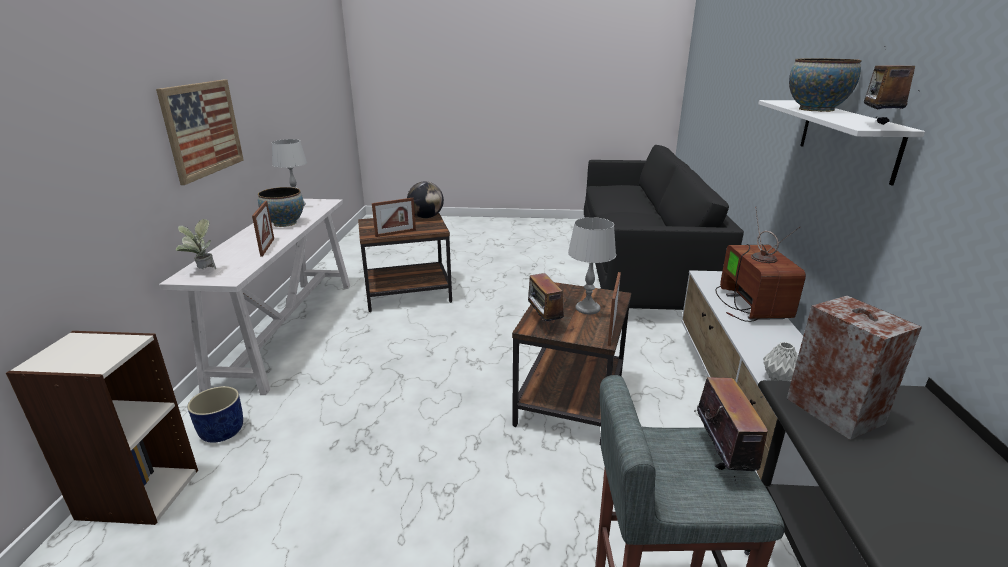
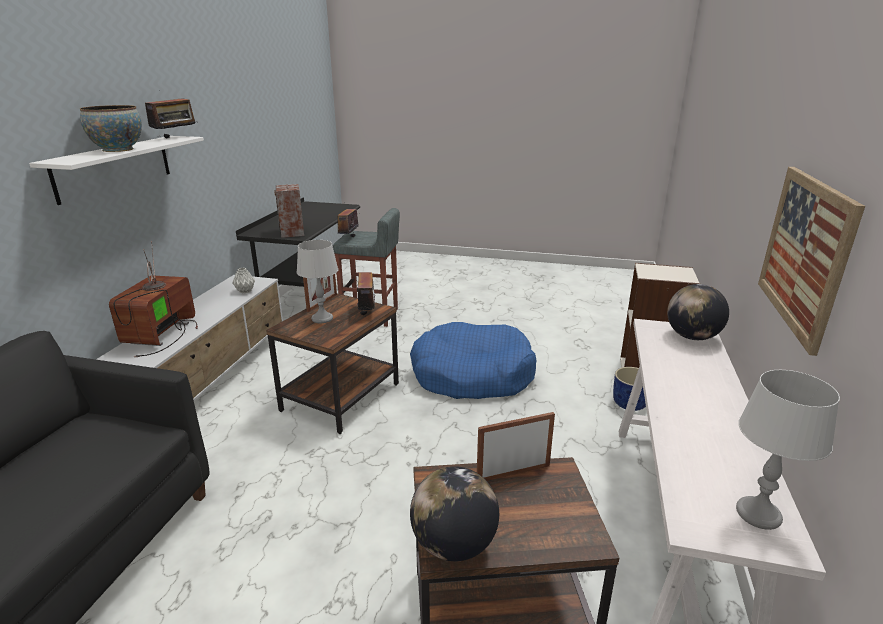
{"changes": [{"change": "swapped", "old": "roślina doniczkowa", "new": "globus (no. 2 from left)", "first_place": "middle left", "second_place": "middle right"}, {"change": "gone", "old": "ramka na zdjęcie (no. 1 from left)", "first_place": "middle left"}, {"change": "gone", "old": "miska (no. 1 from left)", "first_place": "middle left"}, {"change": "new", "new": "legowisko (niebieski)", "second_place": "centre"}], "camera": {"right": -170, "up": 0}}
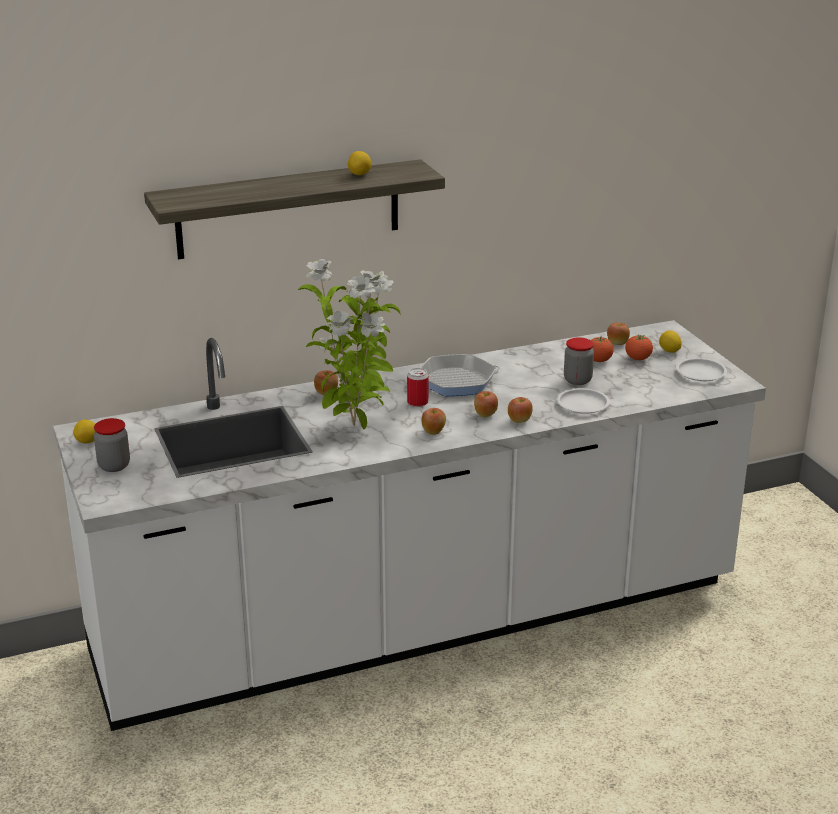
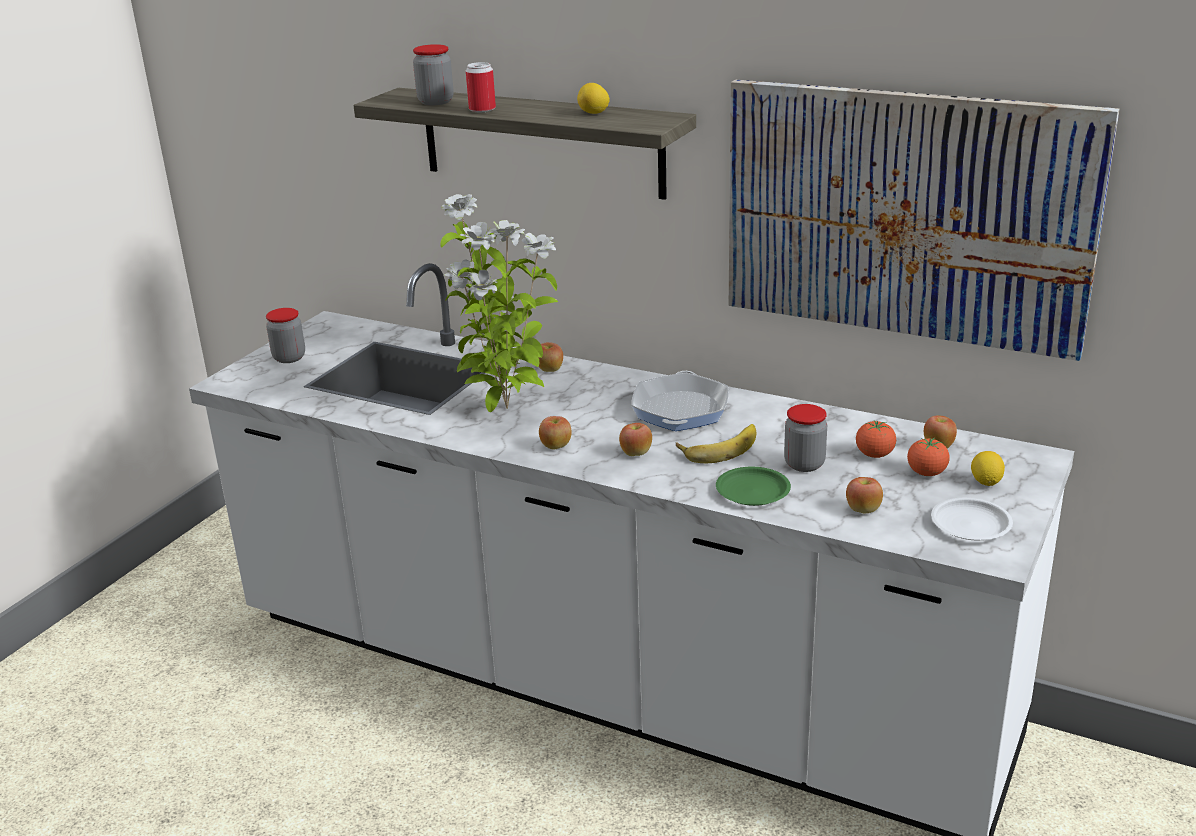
{"changes": [{"change": "gone", "old": "cytryna (no. 1 from left)", "first_place": "middle left"}, {"change": "shifted", "old": "puszka", "first_place": "centre", "second_place": "top centre"}, {"change": "rotated", "old": "patelnia", "first_place": "centre", "second_place": "centre", "degrees": 60}, {"change": "shifted", "old": "jabłko (no. 4 from left)", "first_place": "centre", "second_place": "middle right"}, {"change": "repainted", "old": "talerz (biały) (no. 1 from left)", "new": "talerz (zielony)", "first_place": "middle right", "second_place": "centre"}, {"change": "new", "new": "słoik (no. 2 from left)", "second_place": "top centre"}, {"change": "new", "new": "banan", "second_place": "centre"}, {"change": "new", "new": "obraz", "second_place": "top right"}], "camera": {"right": 50, "up": 0}}
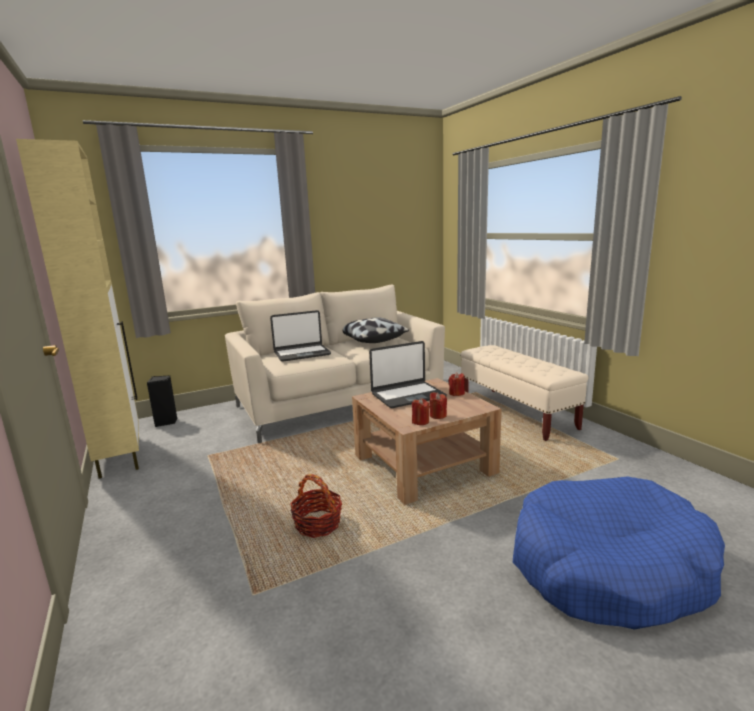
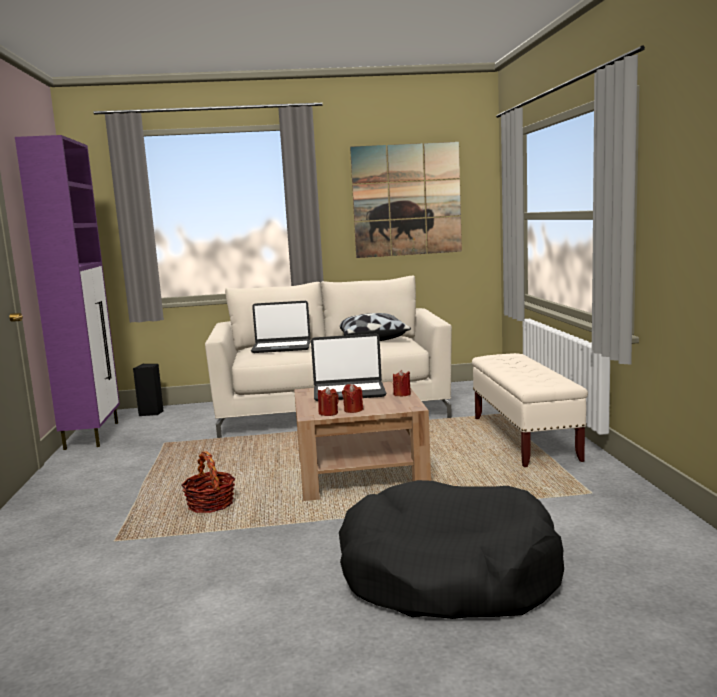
{"changes": [{"change": "repainted", "old": "szafka (beżowy)", "new": "szafka (fioletowy)", "first_place": "middle left", "second_place": "middle left"}, {"change": "repainted", "old": "legowisko (niebieski)", "new": "legowisko (czarny)", "first_place": "bottom right", "second_place": "bottom centre"}, {"change": "new", "new": "obraz", "second_place": "top centre"}], "camera": {"right": 20, "up": -5}}
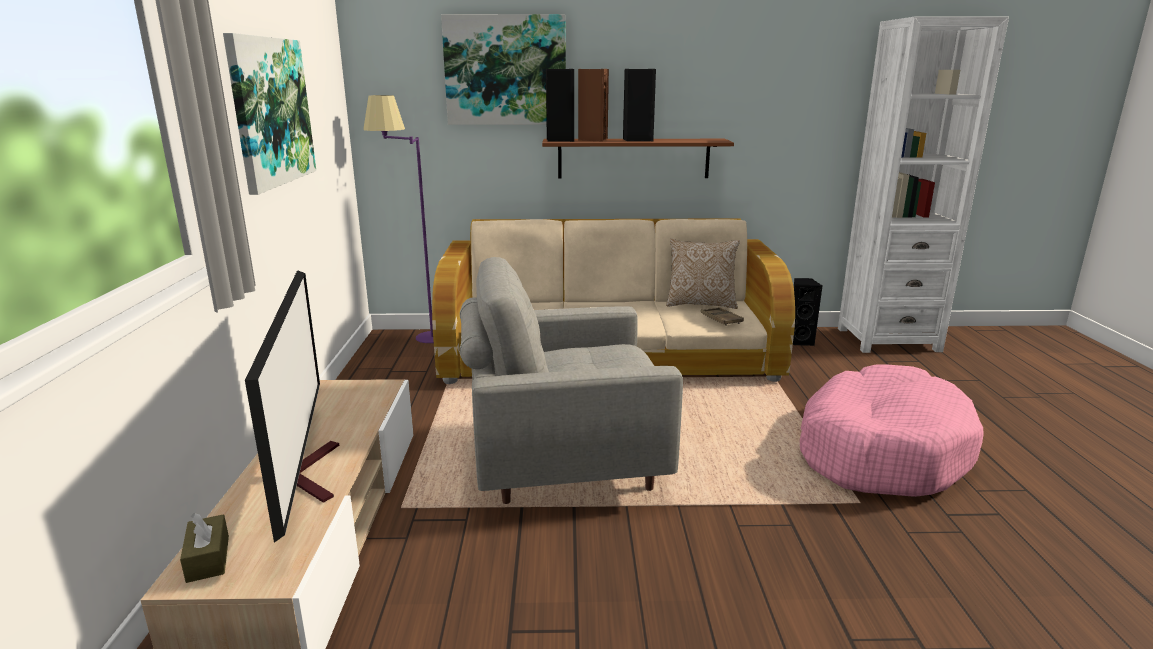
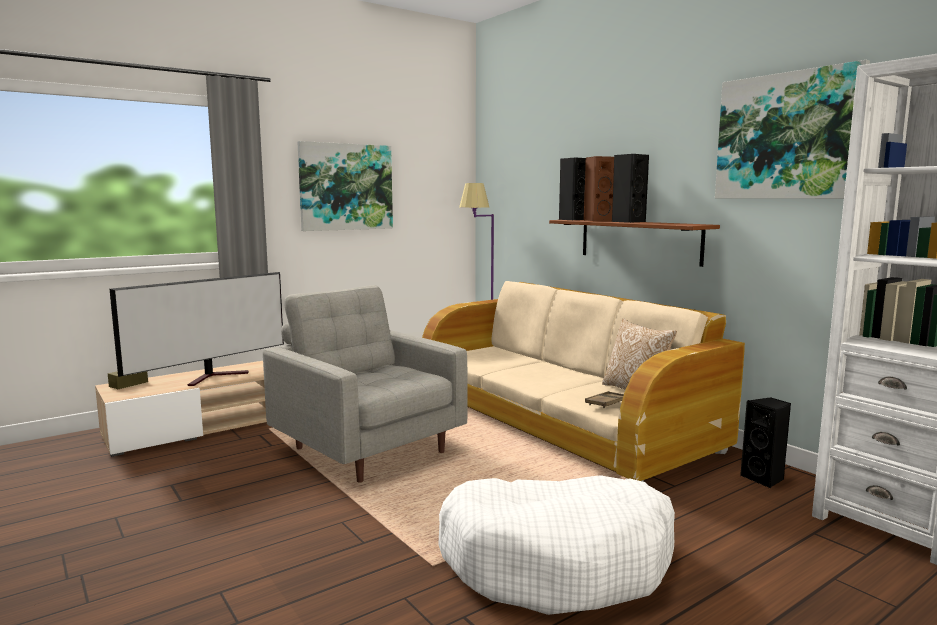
{"changes": [{"change": "shifted", "old": "obraz (no. 2 from left)", "first_place": "top centre", "second_place": "top right"}, {"change": "repainted", "old": "legowisko (różowy)", "new": "legowisko (biały)", "first_place": "middle right", "second_place": "bottom centre"}], "camera": {"right": 55, "up": -10}}
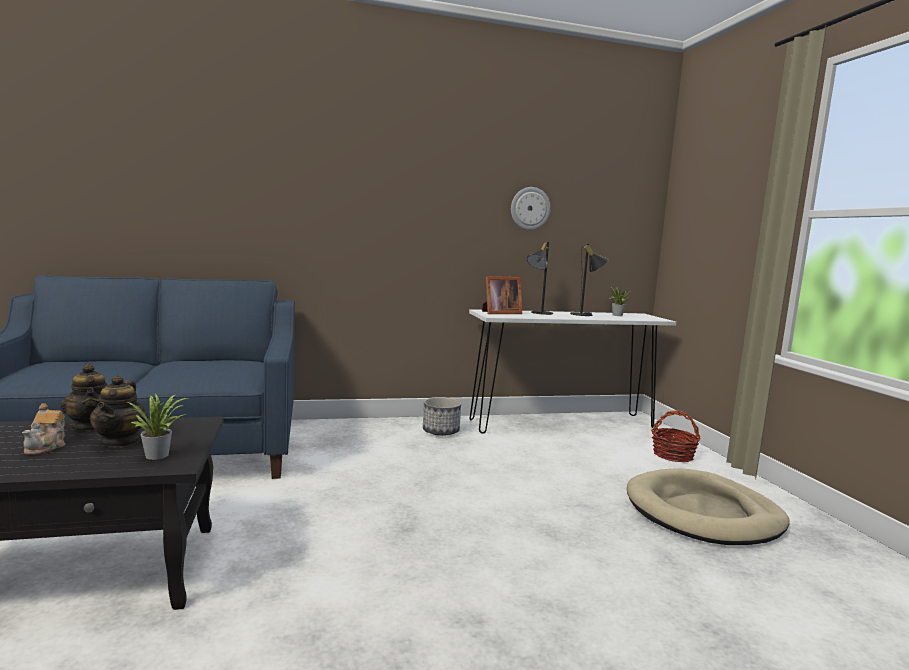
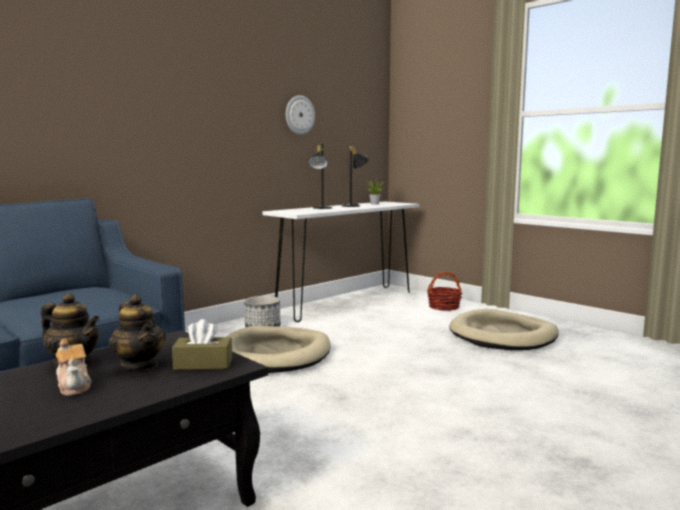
{"changes": [{"change": "swapped", "old": "roślina doniczkowa (no. 1 from left)", "new": "pudełko chusteczek (brązowy)", "first_place": "middle left", "second_place": "bottom left"}, {"change": "gone", "old": "ramka na zdjęcie", "first_place": "centre"}, {"change": "new", "new": "legowisko (beżowy) (no. 1 from left)", "second_place": "bottom centre"}], "camera": {"right": -30, "up": 0}}
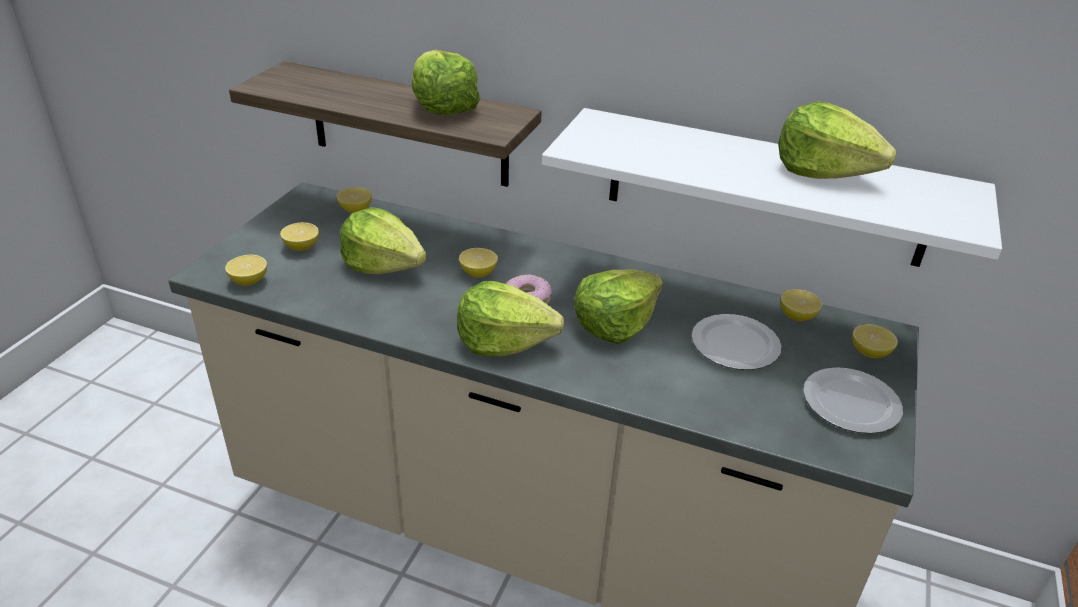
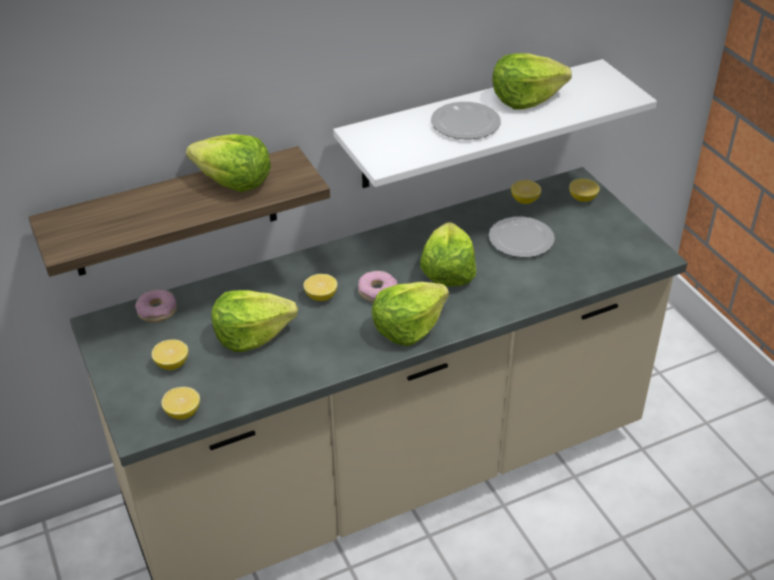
{"changes": [{"change": "swapped", "old": "cytryna (no. 3 from left)", "new": "donut (no. 1 from left)", "first_place": "top left", "second_place": "middle left"}, {"change": "shifted", "old": "talerz (no. 2 from left in the first image)", "new": "talerz (no. 1 from left)", "first_place": "middle right", "second_place": "top centre"}], "camera": {"right": -45, "up": 5}}
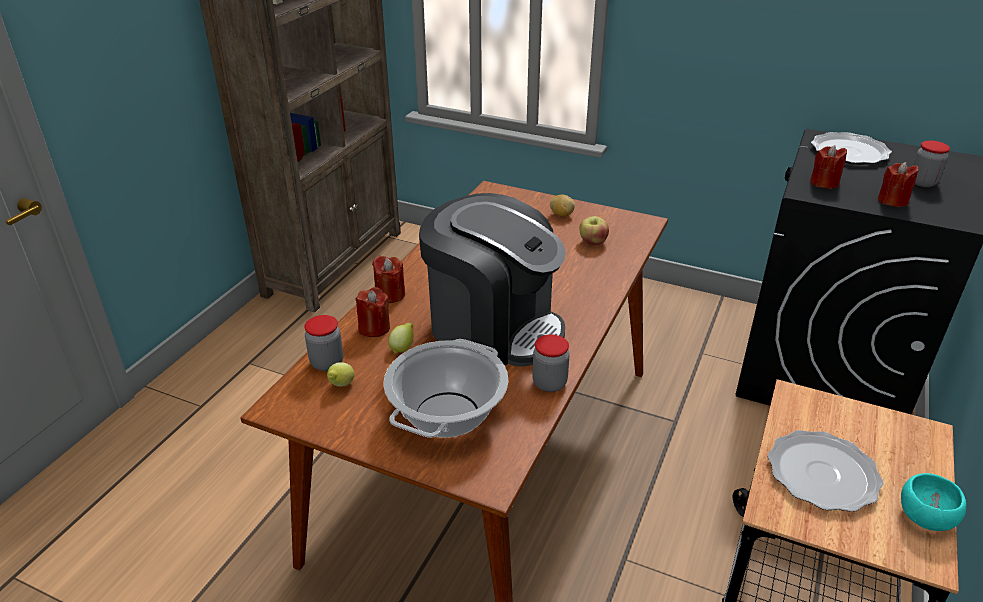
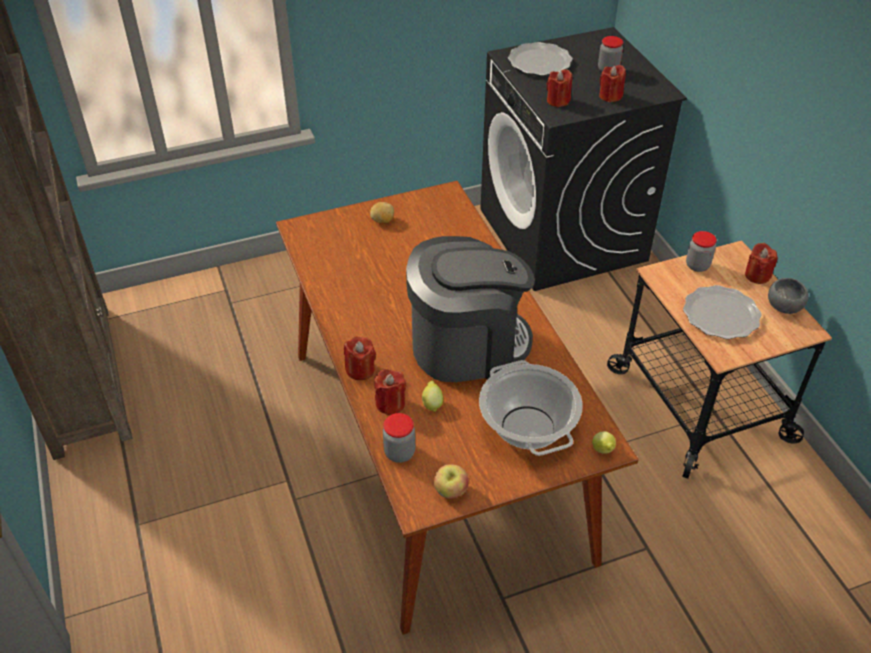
{"changes": [{"change": "shifted", "old": "cytryna (no. 1 from left in the first image)", "new": "cytryna (no. 2 from left)", "first_place": "centre", "second_place": "bottom right"}, {"change": "shifted", "old": "słoik (no. 2 from left in the first image)", "new": "słoik (no. 3 from left)", "first_place": "centre", "second_place": "middle right"}, {"change": "shifted", "old": "jabłko", "first_place": "centre", "second_place": "bottom centre"}, {"change": "repainted", "old": "miska (turkusowy)", "new": "miska (szary)", "first_place": "bottom right", "second_place": "middle right"}, {"change": "new", "new": "świeca (czerwony) (no. 5 from left)", "second_place": "middle right"}], "camera": {"right": -45, "up": 10}}
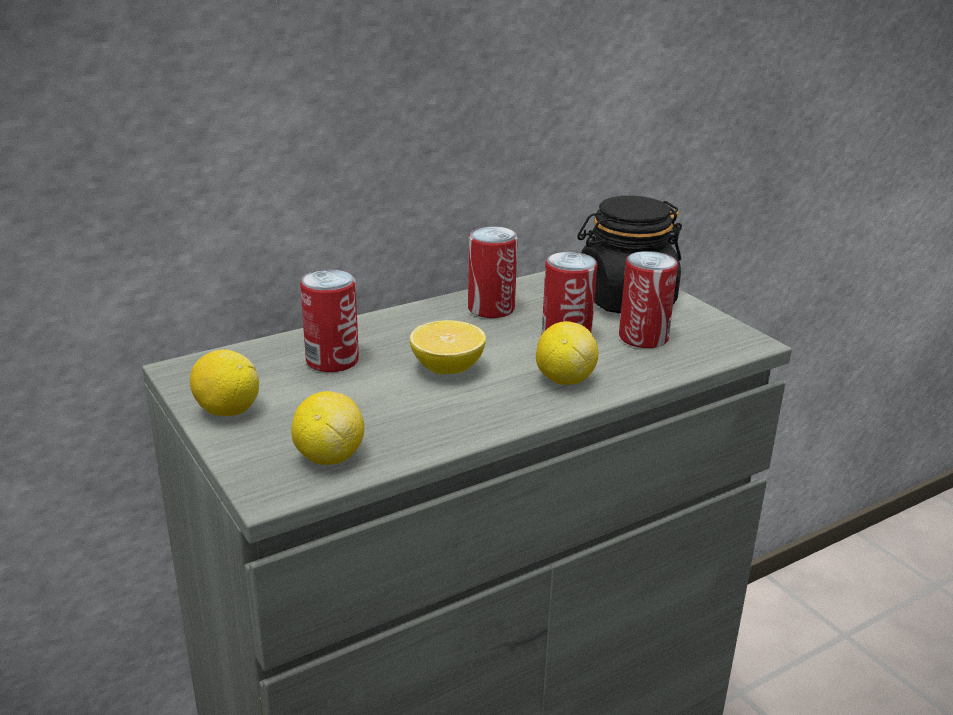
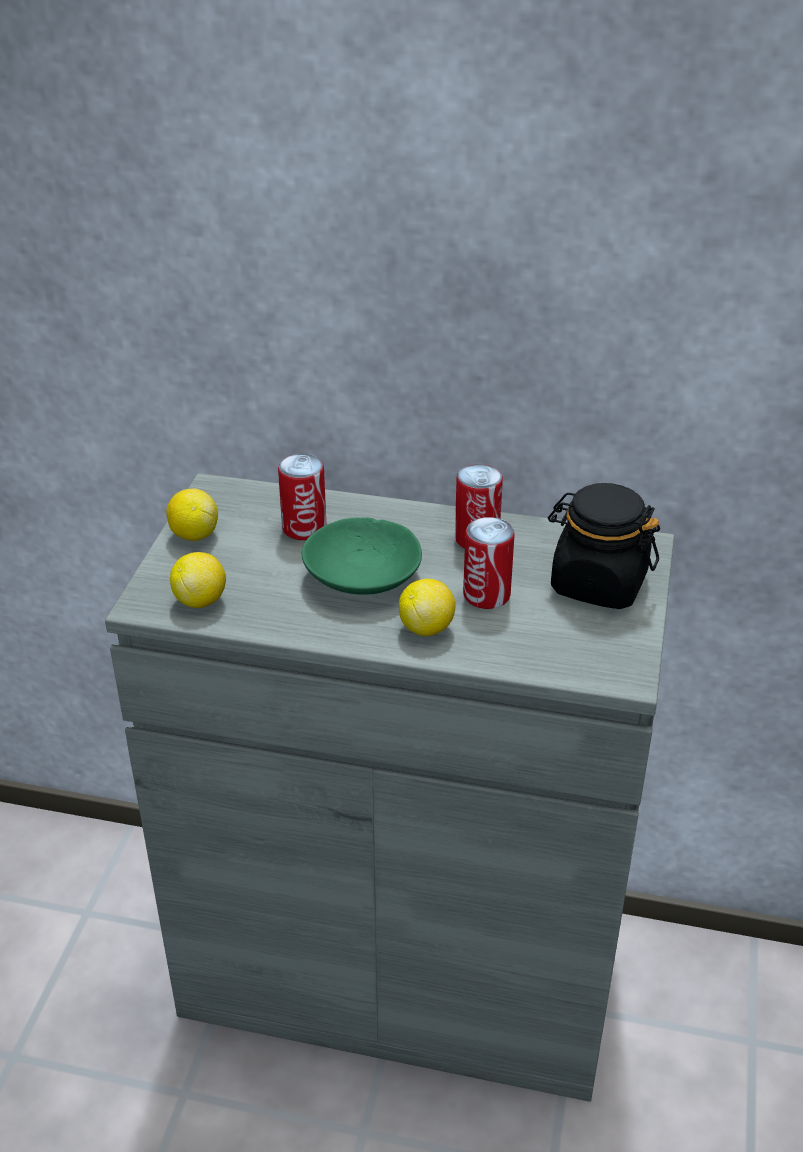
{"changes": [{"change": "swapped", "old": "cytryna (no. 3 from left)", "new": "miska (zielony)", "first_place": "centre", "second_place": "centre"}, {"change": "gone", "old": "puszka (no. 4 from left)", "first_place": "middle right"}], "camera": {"right": 45, "up": 10}}
